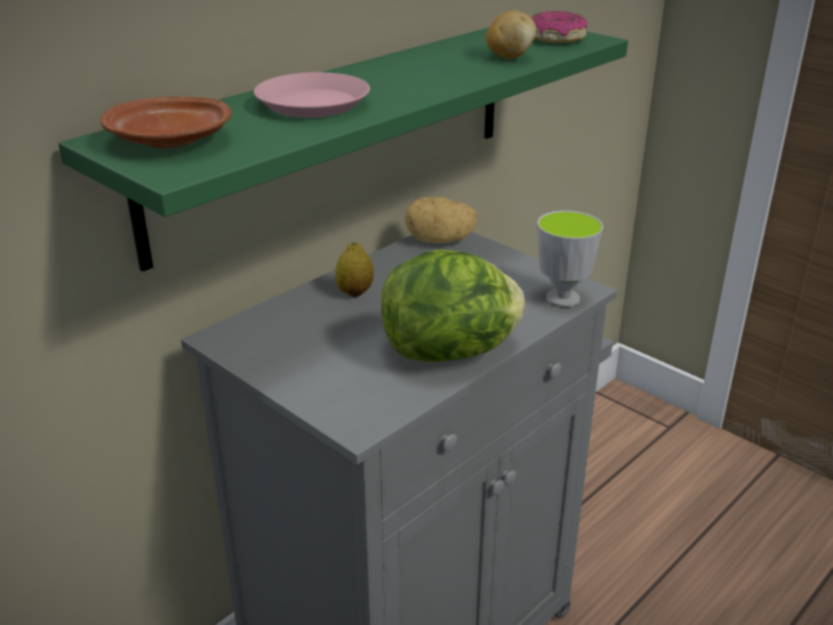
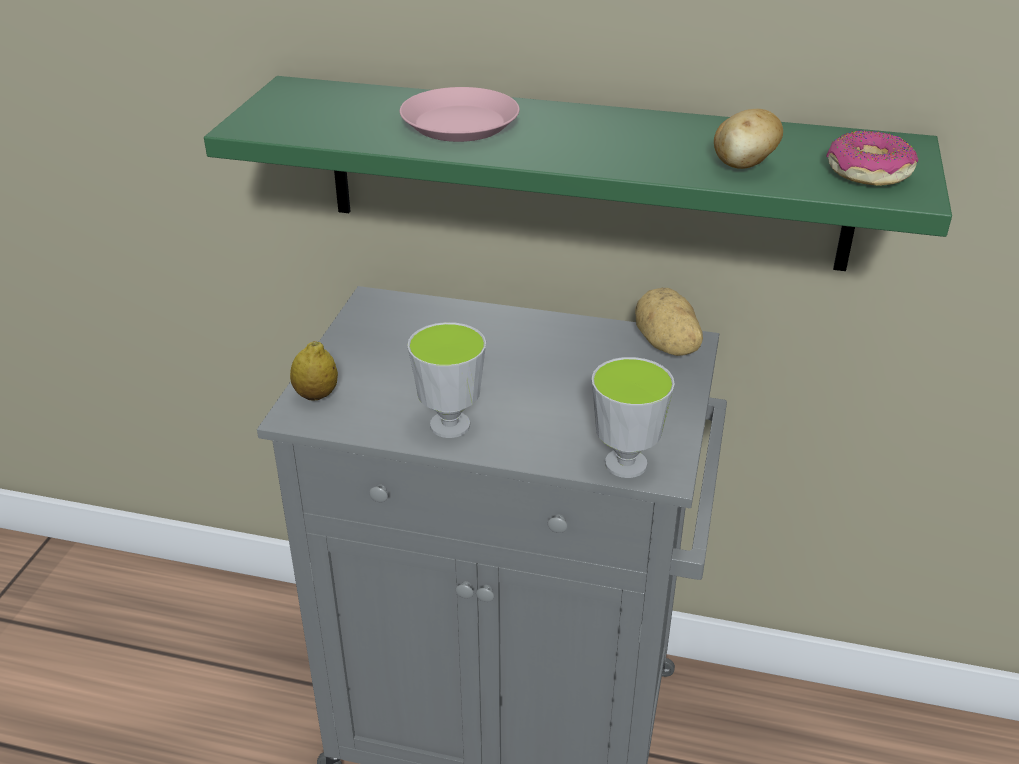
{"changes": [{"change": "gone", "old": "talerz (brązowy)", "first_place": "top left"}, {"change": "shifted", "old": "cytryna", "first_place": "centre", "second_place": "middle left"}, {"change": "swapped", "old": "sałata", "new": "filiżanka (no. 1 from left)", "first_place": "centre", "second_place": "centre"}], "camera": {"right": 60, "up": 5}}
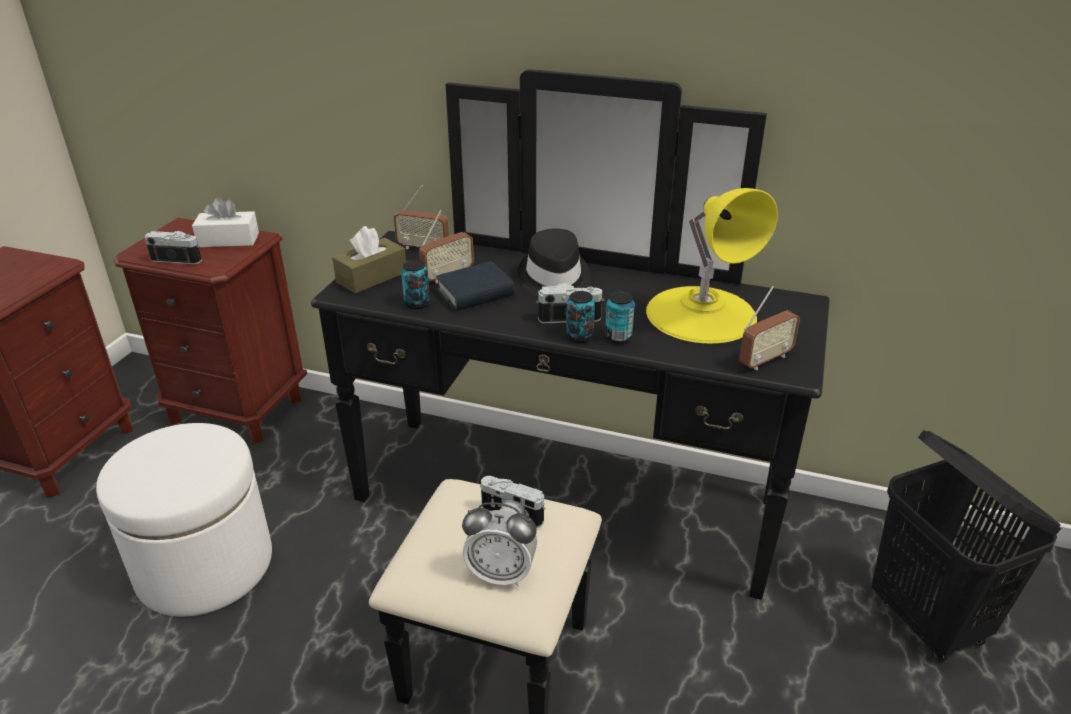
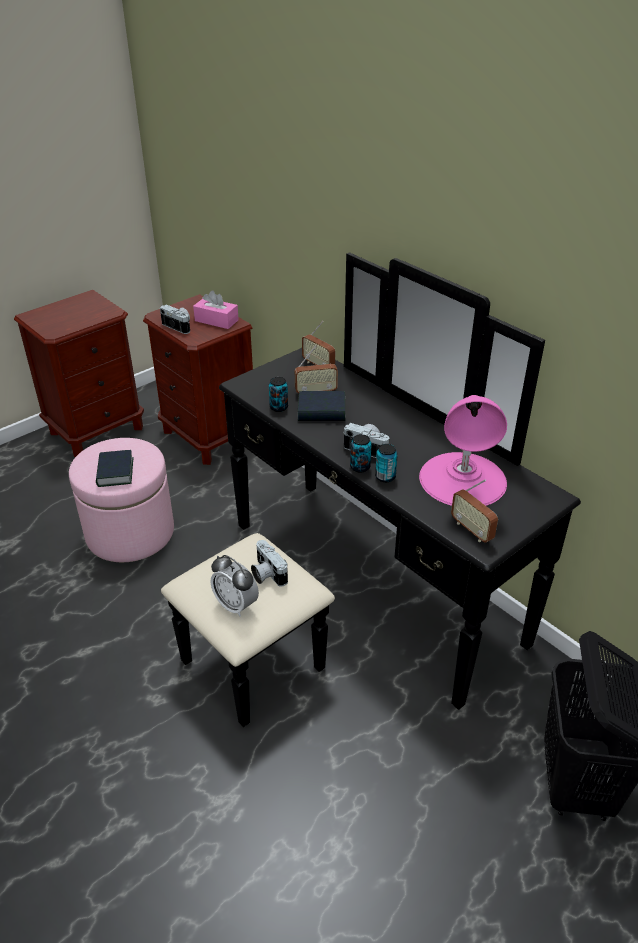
{"changes": [{"change": "repainted", "old": "pufa (biały)", "new": "pufa (różowy)", "first_place": "bottom left", "second_place": "middle left"}, {"change": "repainted", "old": "pudełko chusteczek (biały)", "new": "pudełko chusteczek (różowy)", "first_place": "top left", "second_place": "top centre"}, {"change": "gone", "old": "pudełko chusteczek (brązowy)", "first_place": "centre"}, {"change": "gone", "old": "kapelusz (czarny)", "first_place": "centre"}, {"change": "repainted", "old": "lampa stołowa (żółty)", "new": "lampa stołowa (różowy)", "first_place": "centre", "second_place": "middle right"}, {"change": "rotated", "old": "radio (no. 3 from left)", "first_place": "middle right", "second_place": "middle right", "degrees": 60}, {"change": "new", "new": "książka (no. 1 from left)", "second_place": "middle left"}], "camera": {"right": 30, "up": 5}}
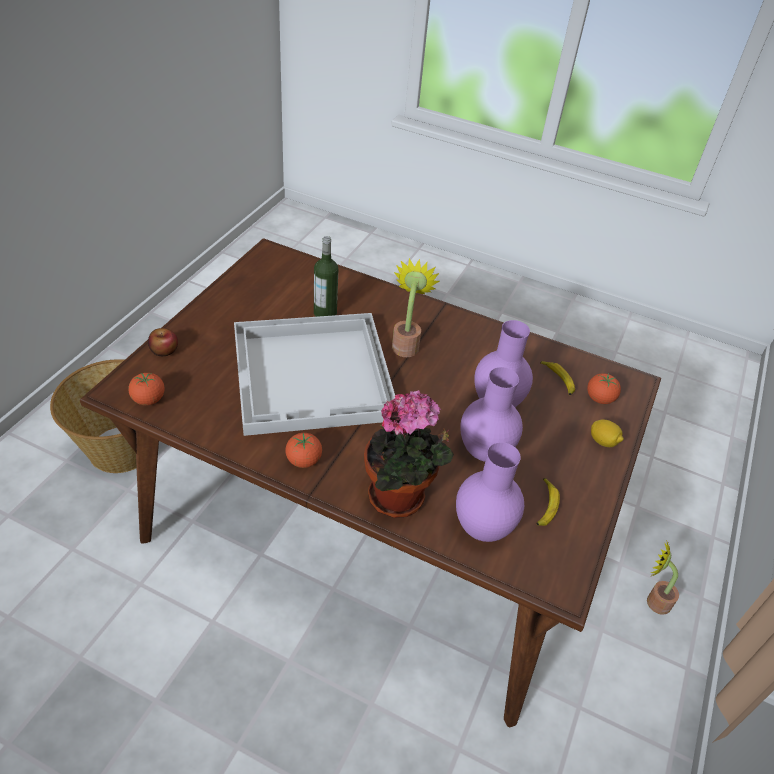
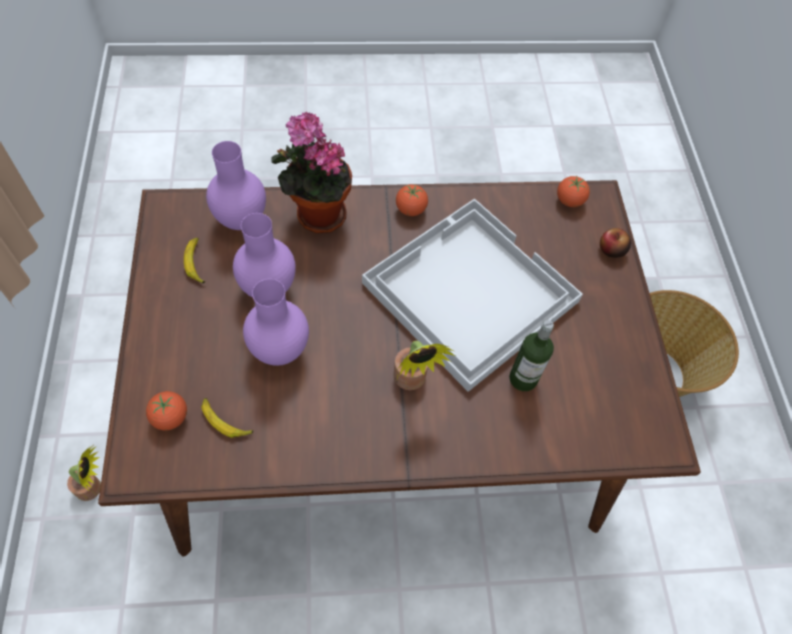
{"changes": [{"change": "gone", "old": "cytryna", "first_place": "middle right"}], "camera": {"right": 150, "up": 15}}
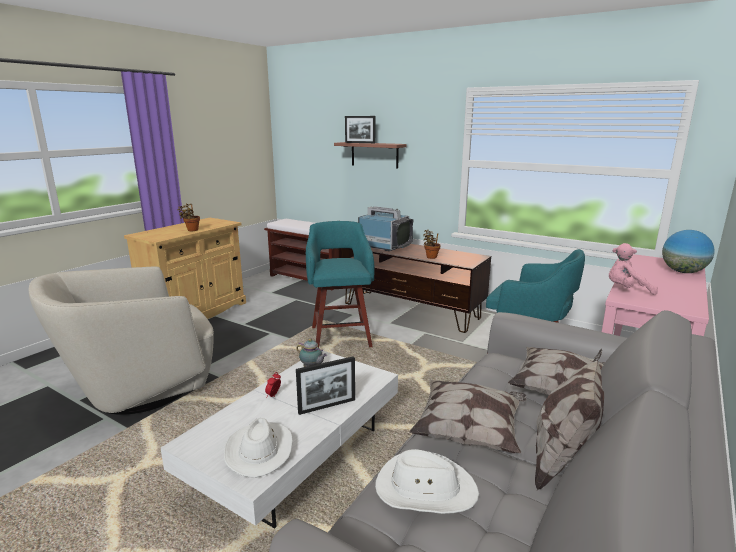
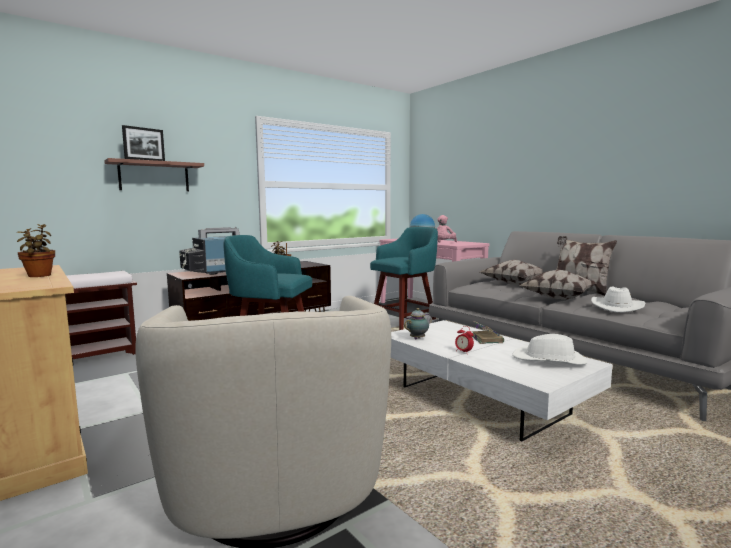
{"changes": [{"change": "swapped", "old": "ramka na zdjęcie (no. 1 from left)", "new": "książka", "first_place": "bottom centre", "second_place": "middle right"}], "camera": {"right": -70, "up": -10}}
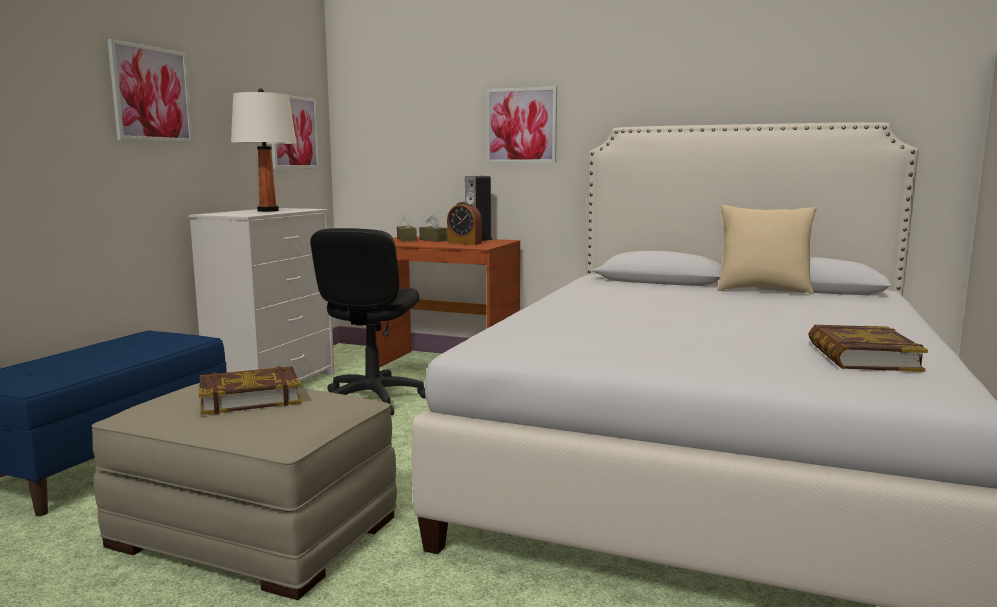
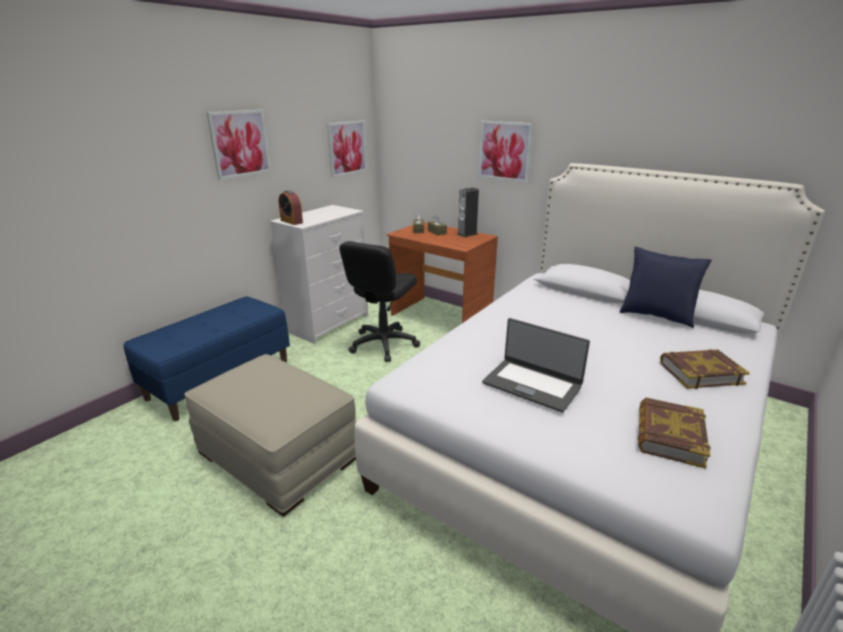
{"changes": [{"change": "shifted", "old": "książka (no. 1 from left in the first image)", "new": "książka (no. 2 from left)", "first_place": "middle left", "second_place": "middle right"}, {"change": "gone", "old": "lampa stołowa (biały)", "first_place": "top left"}, {"change": "shifted", "old": "budzik", "first_place": "centre", "second_place": "top centre"}, {"change": "repainted", "old": "poduszka (beżowy)", "new": "poduszka (niebieski)", "first_place": "middle right", "second_place": "middle right"}, {"change": "new", "new": "laptop", "second_place": "centre"}], "camera": {"right": 15, "up": 15}}
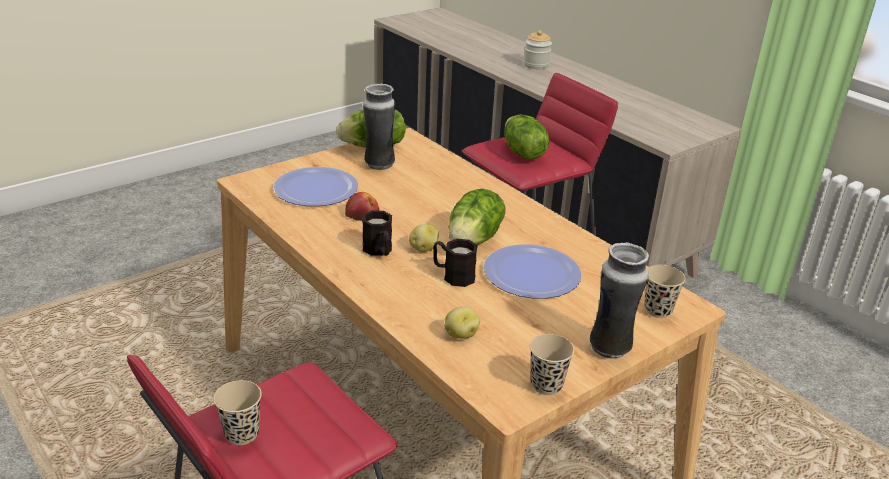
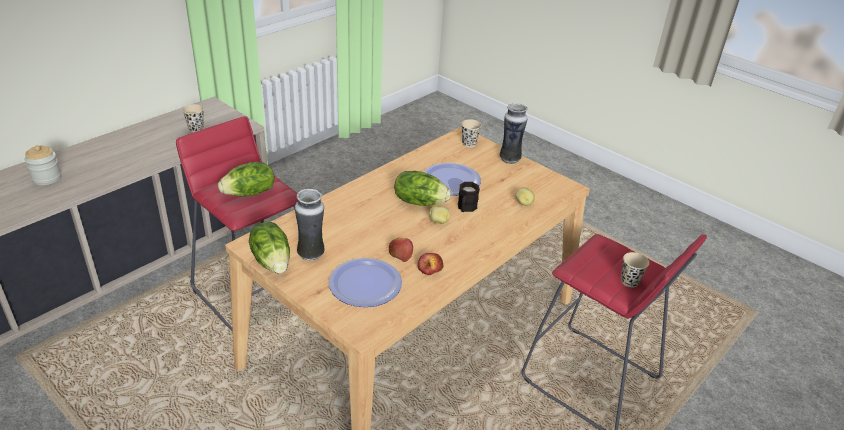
{"changes": [{"change": "gone", "old": "kubek (czarny) (no. 1 from left)", "first_place": "centre"}, {"change": "shifted", "old": "filiżanka (beżowy) (no. 2 from left in the first image)", "new": "filiżanka (beżowy) (no. 1 from left)", "first_place": "bottom centre", "second_place": "top left"}, {"change": "new", "new": "jabłko (no. 2 from left)", "second_place": "centre"}], "camera": {"right": -100, "up": 5}}
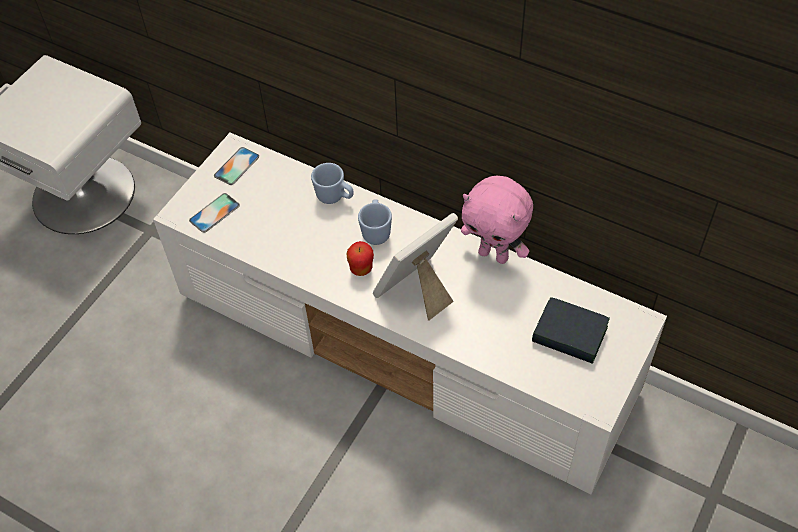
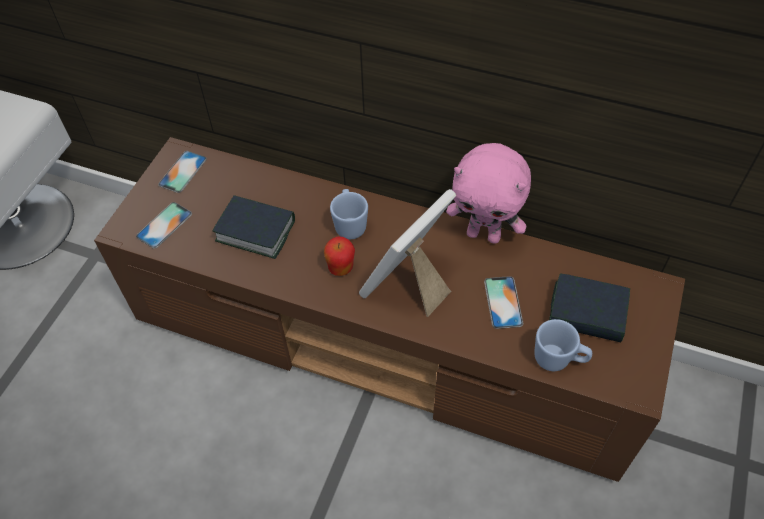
{"changes": [{"change": "repainted", "old": "szafka pod telewizor (biały)", "new": "szafka pod telewizor (brązowy)", "first_place": "centre", "second_place": "centre"}, {"change": "shifted", "old": "kubek (niebieski) (no. 1 from left in the first image)", "new": "kubek (niebieski) (no. 2 from left)", "first_place": "centre", "second_place": "middle right"}, {"change": "new", "new": "książka (no. 1 from left)", "second_place": "middle left"}, {"change": "new", "new": "telefon (no. 3 from left)", "second_place": "centre"}], "camera": {"right": -10, "up": 0}}
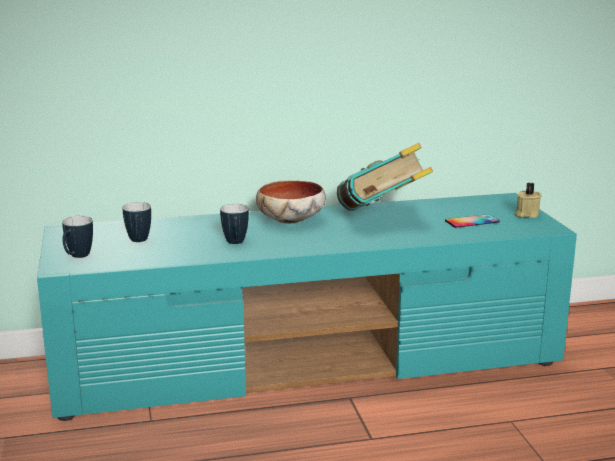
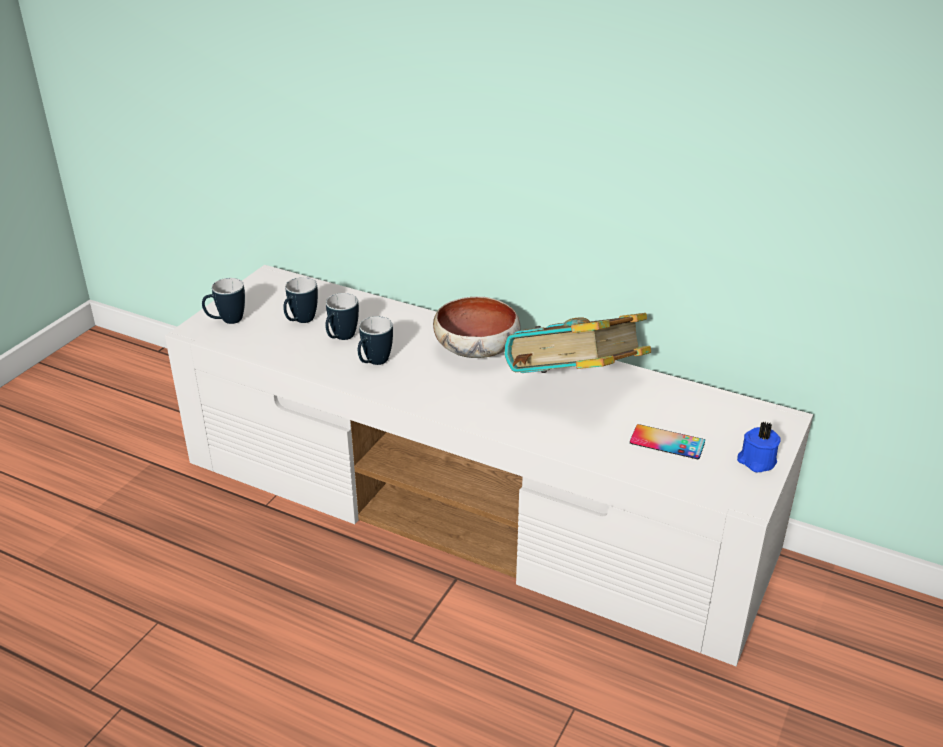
{"changes": [{"change": "repainted", "old": "szafka pod telewizor (turkusowy)", "new": "szafka pod telewizor (biały)", "first_place": "centre", "second_place": "centre"}, {"change": "repainted", "old": "świeca (beżowy)", "new": "świeca (niebieski)", "first_place": "middle right", "second_place": "middle right"}, {"change": "new", "new": "kubek (no. 3 from left)", "second_place": "centre"}], "camera": {"right": 40, "up": 15}}
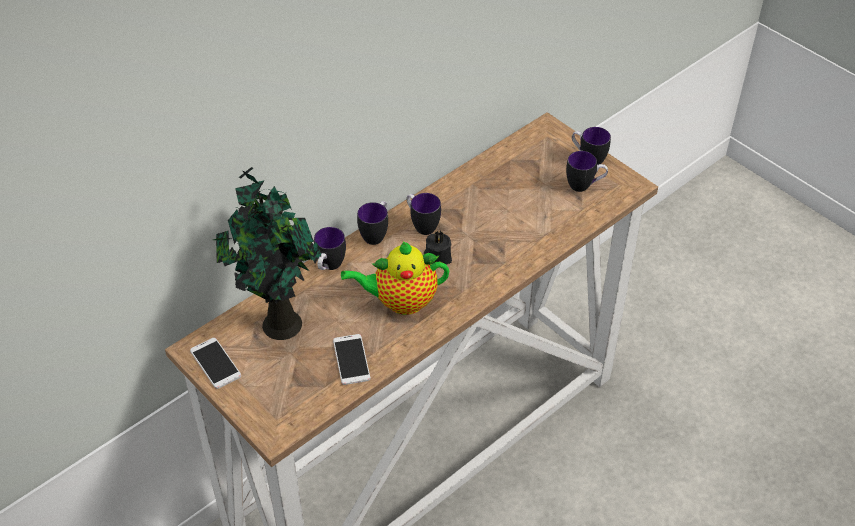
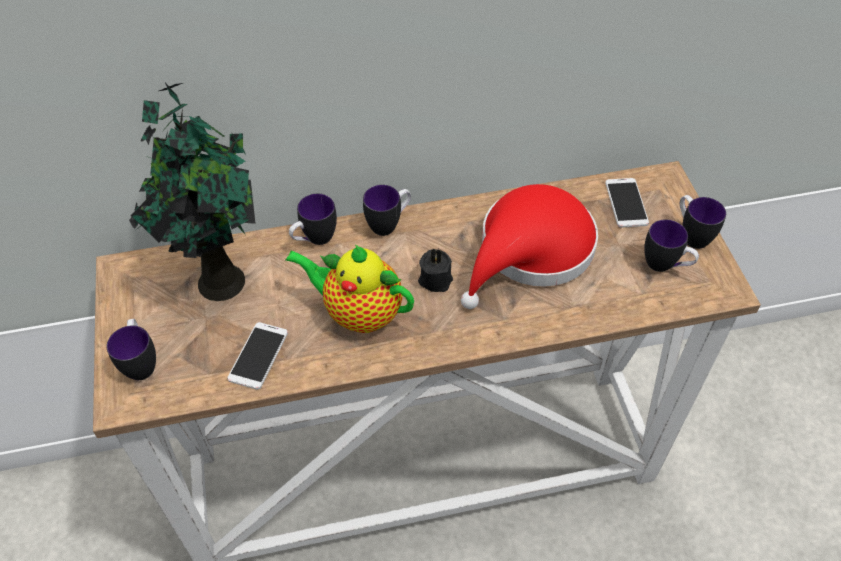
{"changes": [{"change": "shifted", "old": "telefon (no. 1 from left in the first image)", "new": "telefon (no. 2 from left)", "first_place": "bottom left", "second_place": "middle right"}, {"change": "shifted", "old": "kubek (no. 3 from left in the first image)", "new": "kubek (no. 1 from left)", "first_place": "centre", "second_place": "middle left"}, {"change": "new", "new": "kapelusz (czerwony)", "second_place": "centre"}], "camera": {"right": 30, "up": 5}}
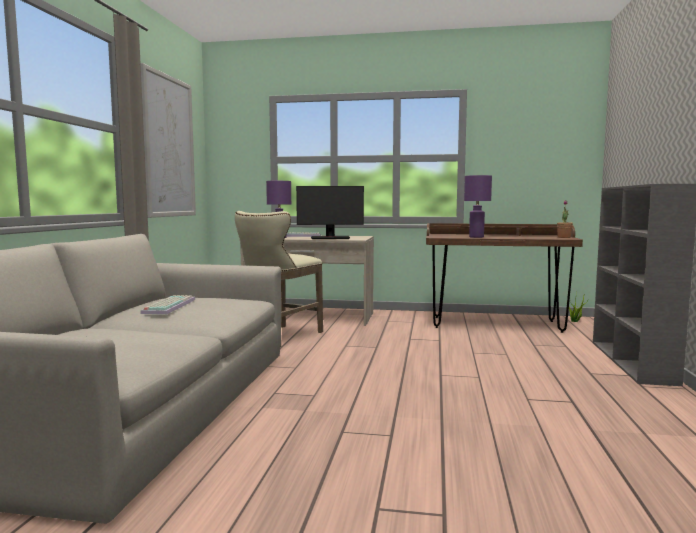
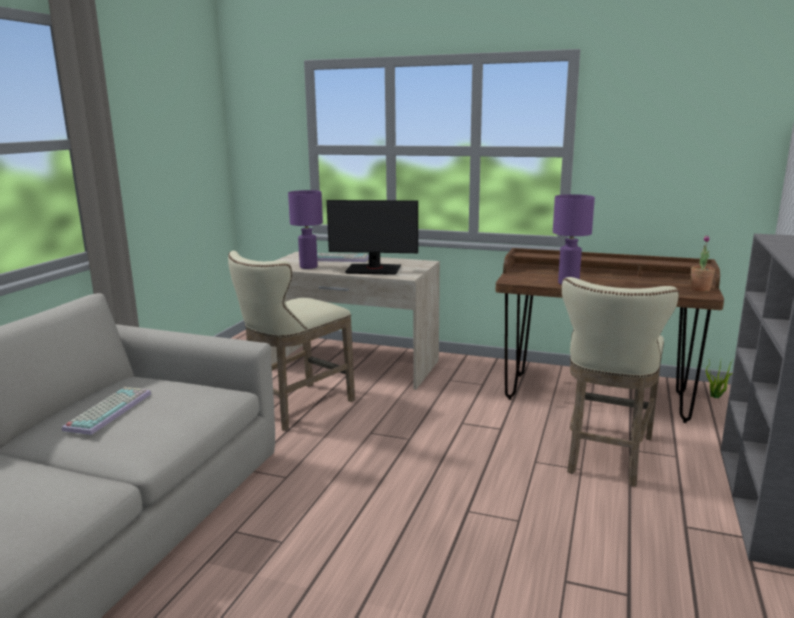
{"changes": [{"change": "gone", "old": "obraz", "first_place": "top left"}, {"change": "new", "new": "stołek (beżowy) (no. 2 from left)", "second_place": "middle right"}], "camera": {"right": 10, "up": 10}}
